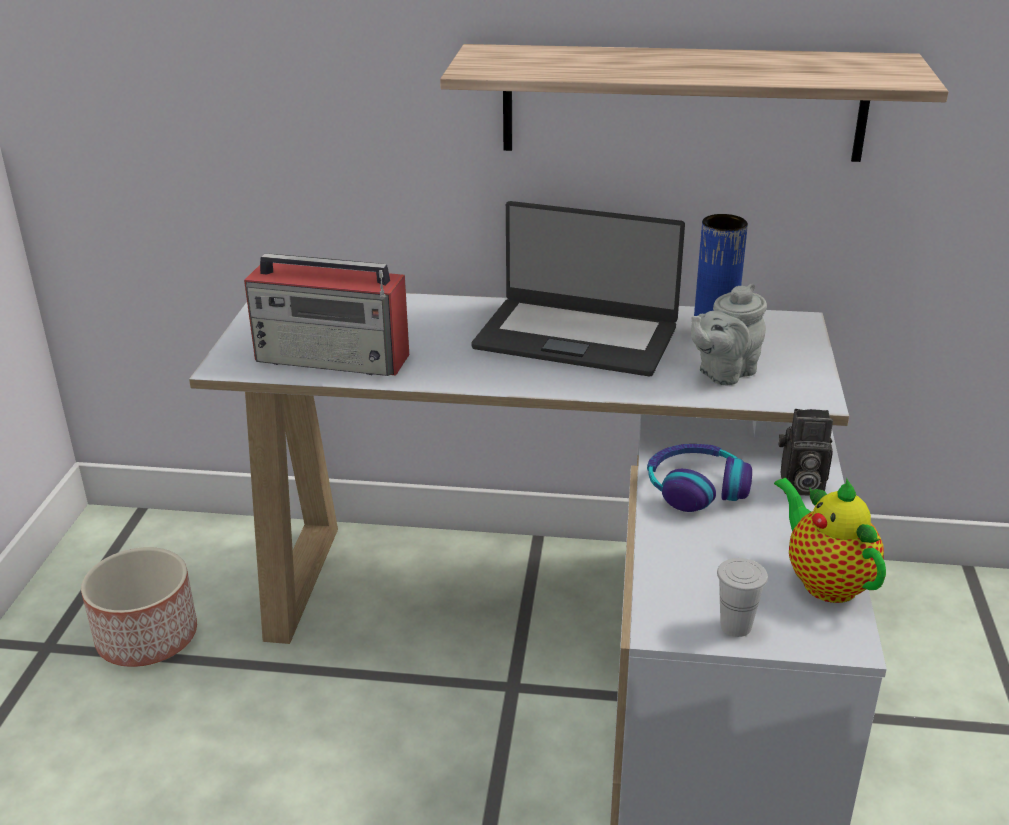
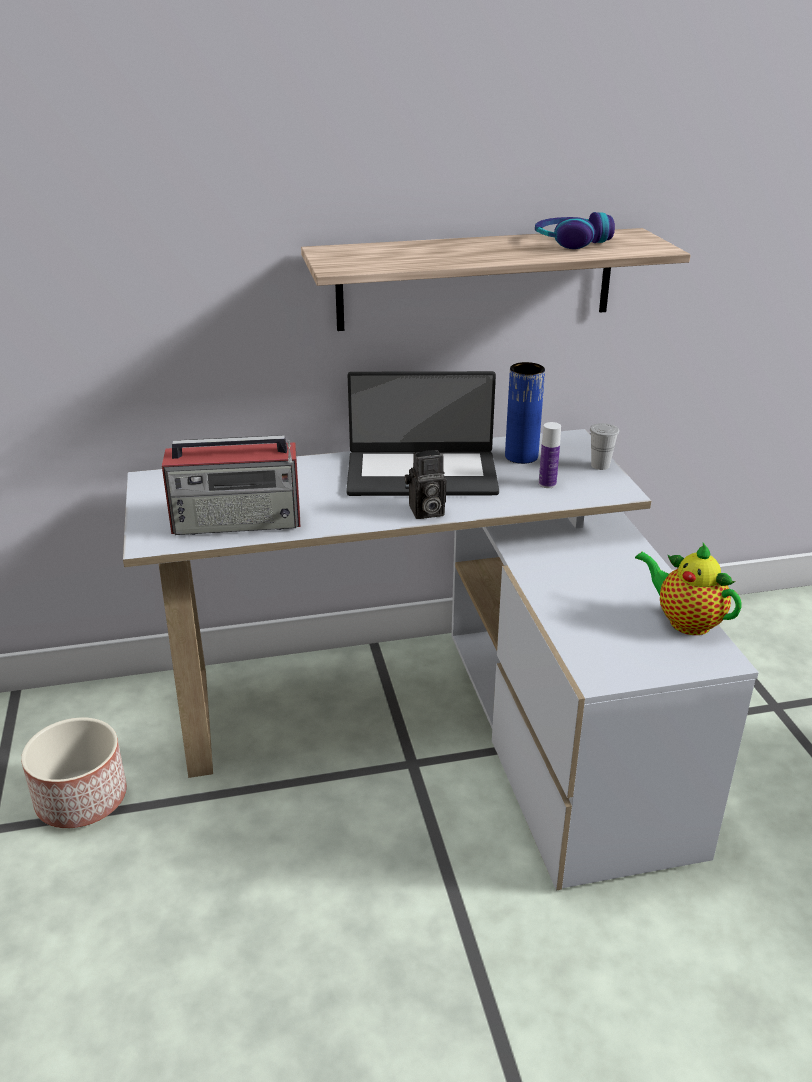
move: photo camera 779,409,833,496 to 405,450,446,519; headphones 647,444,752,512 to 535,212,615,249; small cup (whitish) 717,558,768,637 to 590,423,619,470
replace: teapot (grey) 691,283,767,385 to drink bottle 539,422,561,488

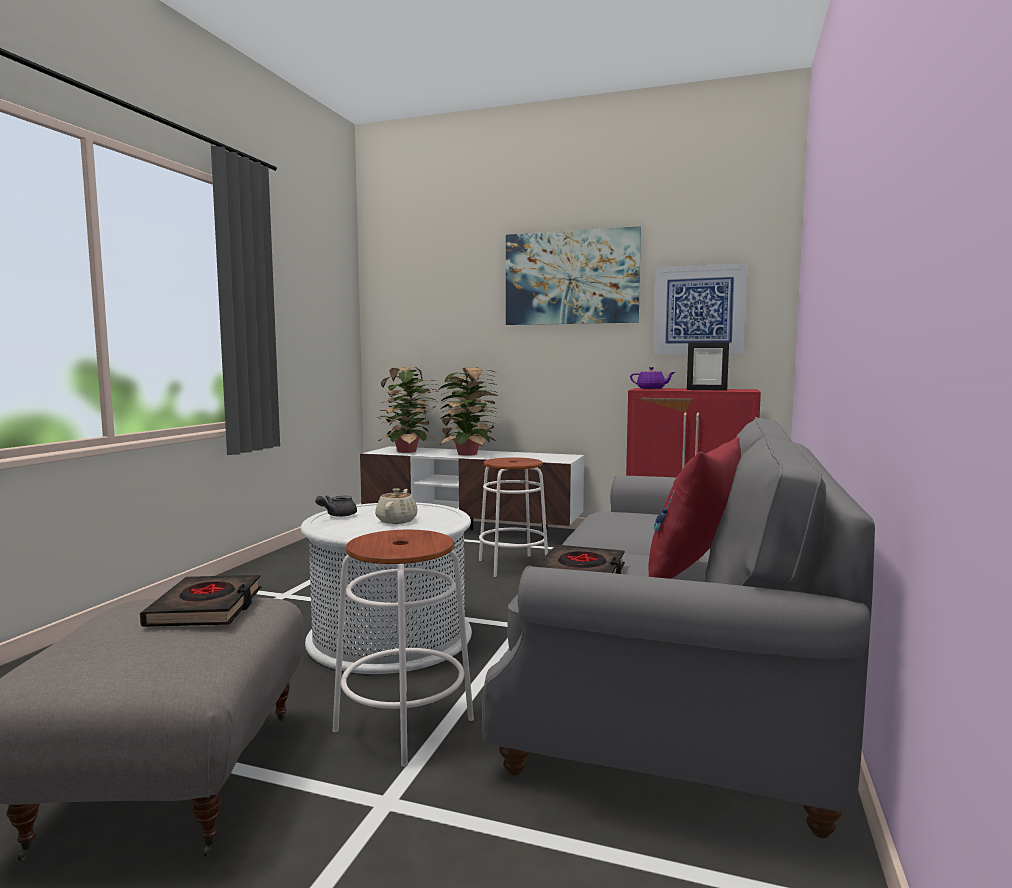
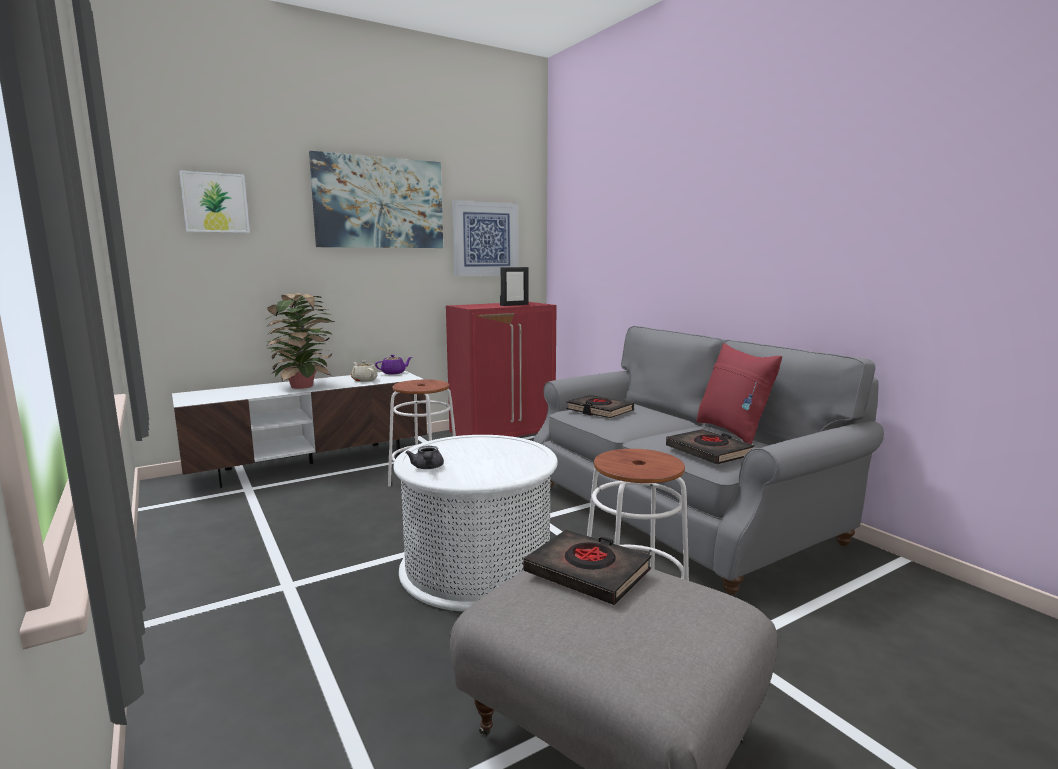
delete: plant in a pot 378,367,440,453
insert: wall picture 179,170,250,233; book (black-coloured) 567,395,634,418
move: teapot (purplish) 630,367,675,389 to 375,355,412,375; teapot (beige-coloured) 375,488,418,524 to 351,361,378,382

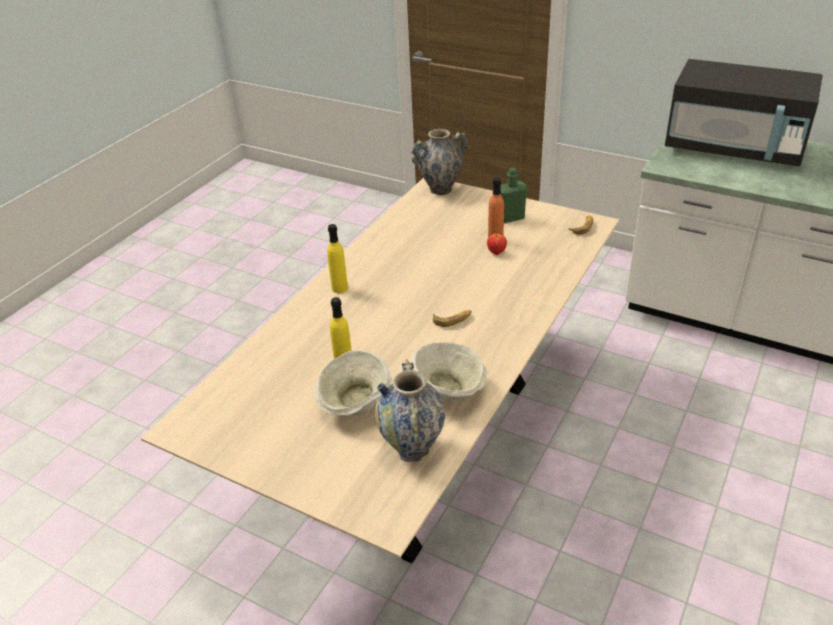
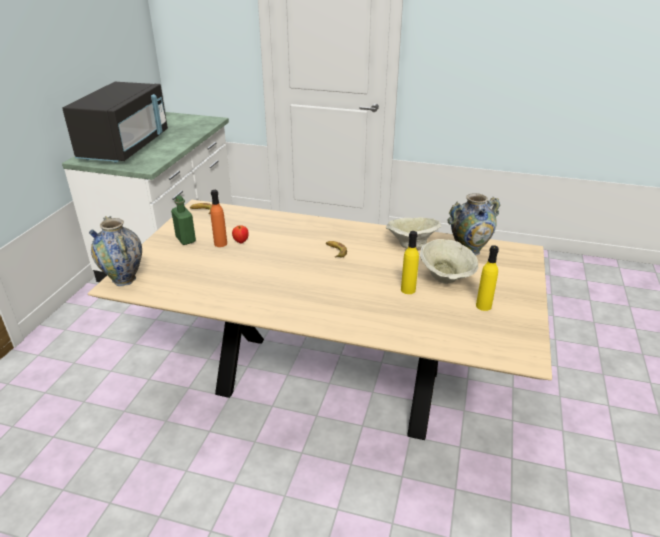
move: drink bottle (yellow) 327,224,348,293 to 476,245,499,311

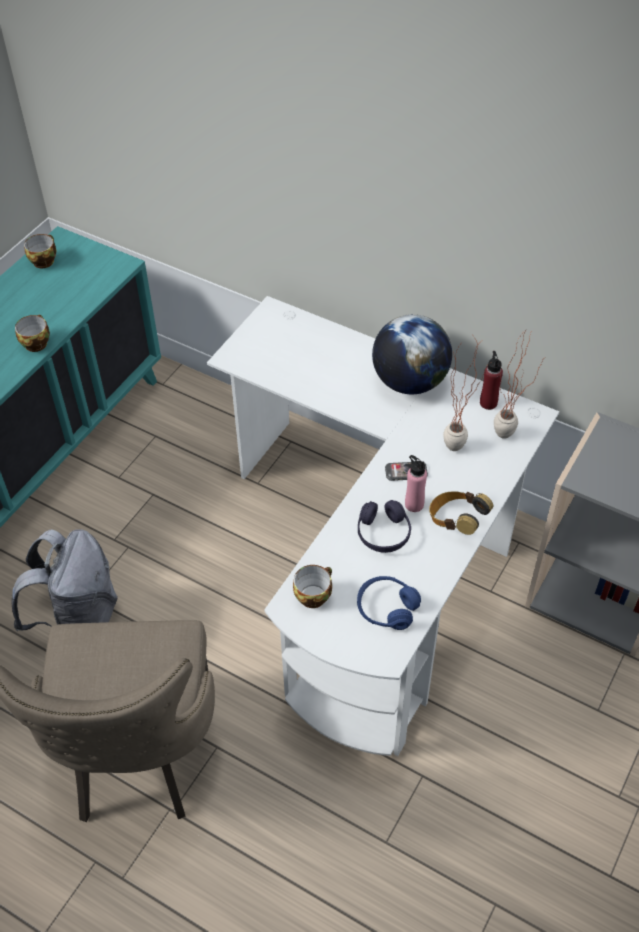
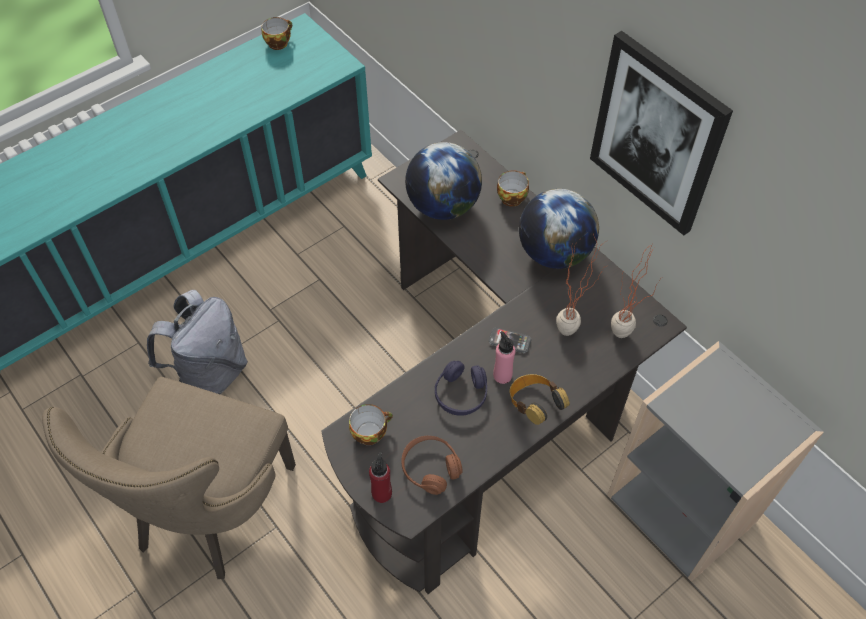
insert: wall picture 590,31,733,235; globe 405,142,482,220
move: small cup 15,315,50,352 to 497,171,529,207; drink bottle (reddish) 480,351,503,410 to 369,452,392,503
recolor: desk table (whitish) 207,296,559,756 to desk table (black-coloured) 321,130,687,594; headphones (blue) 357,576,421,630 to headphones (brownish) 401,436,463,495

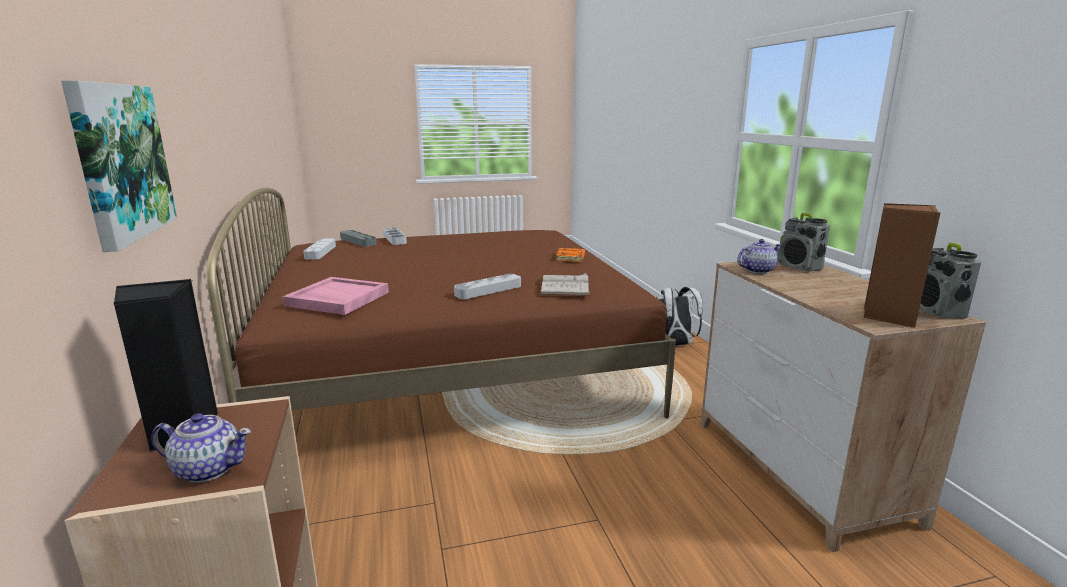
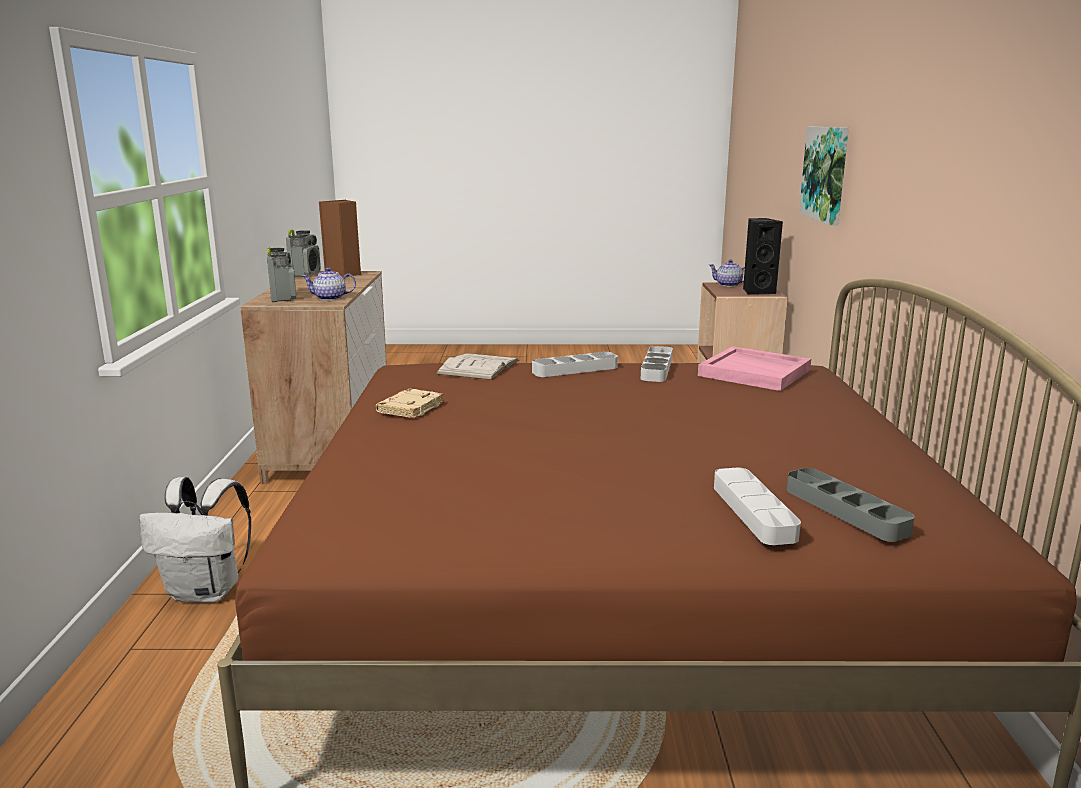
move: serving tray (grey) 303,239,336,259 to 641,346,673,382
recolor: book (orange) 556,248,585,262 to book (beige-coloured) 376,388,444,418

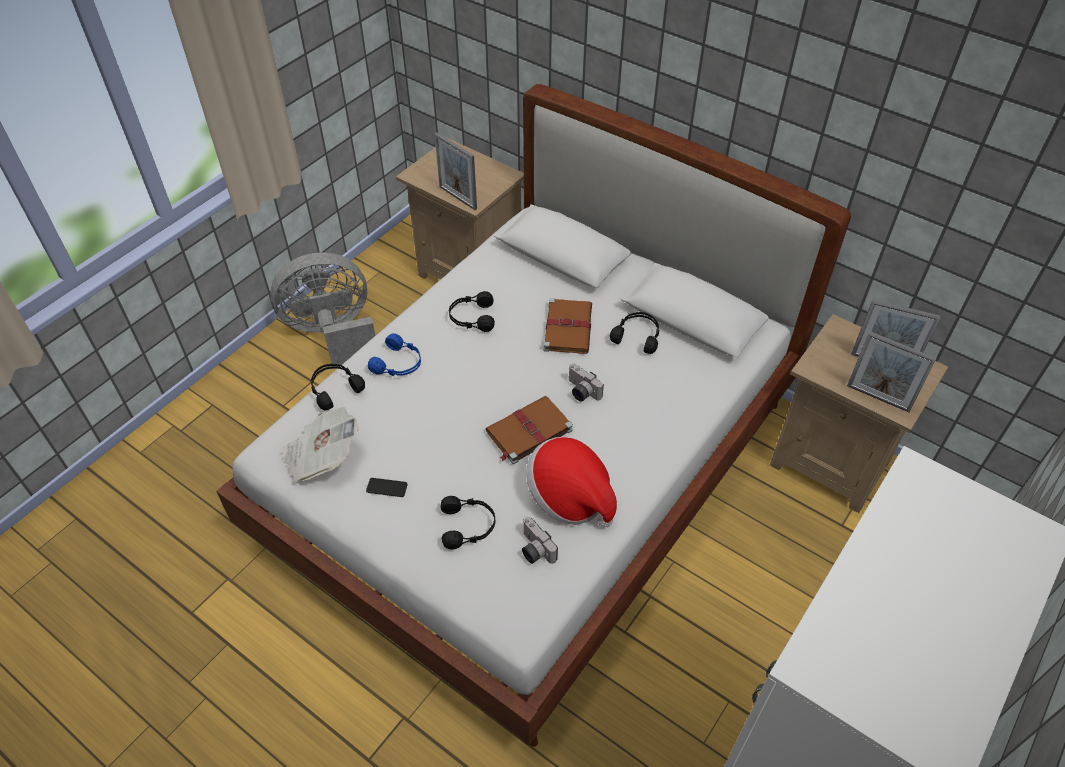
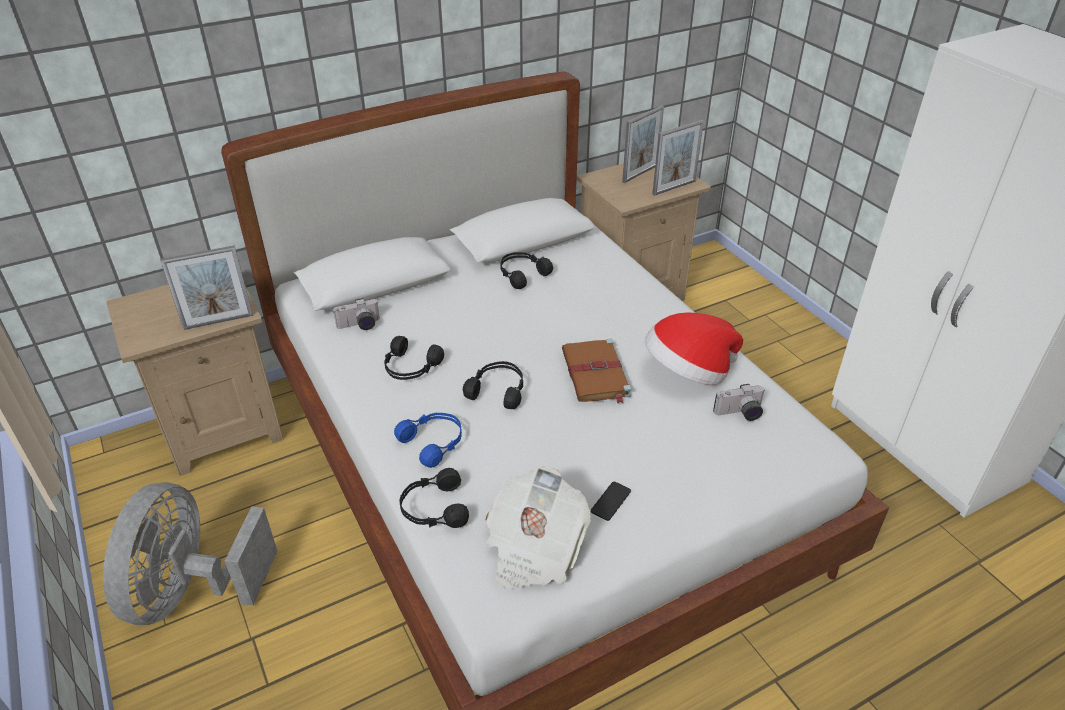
delete: book (brownish) 543,298,592,354
move: photo camera 568,363,604,402 to 333,298,380,330; headphones (black-coloured) 440,496,495,550 to 463,361,523,409

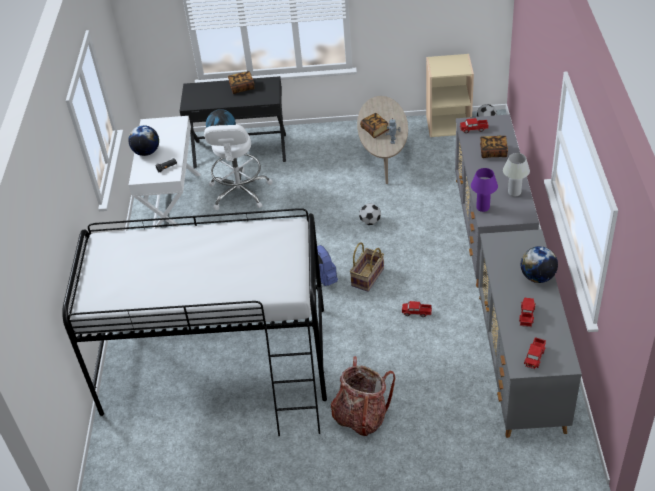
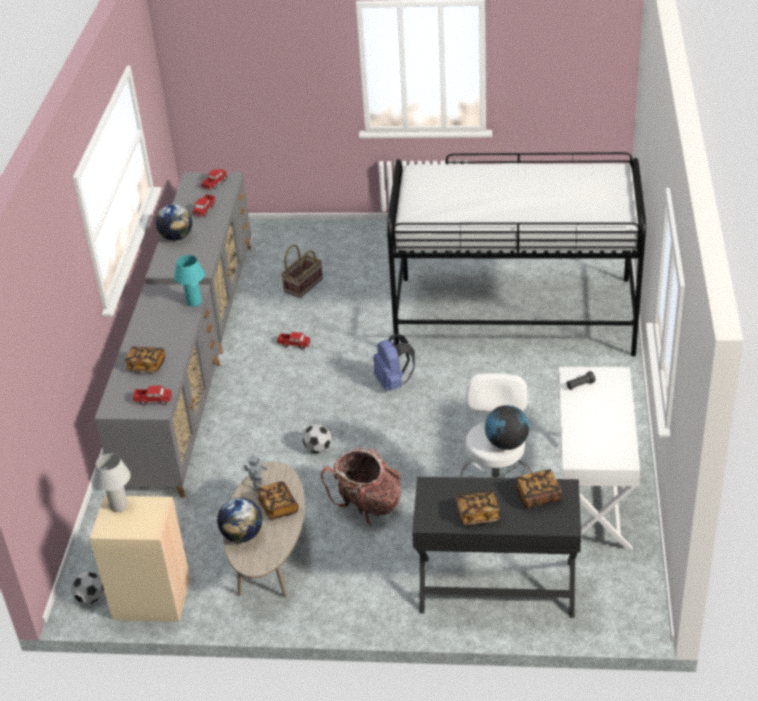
insert: book 515,469,562,509
move: globe 128,125,159,156 to 217,498,262,543; tabletop lamp (whitish) 503,153,530,197 to 93,454,131,512; storage basket 350,242,384,292 to 281,244,323,298; backpack 331,356,395,436 to 321,447,401,526
recolor: tabletop lamp (purplish) 471,168,498,212 to tabletop lamp (turquoise) 174,255,205,307

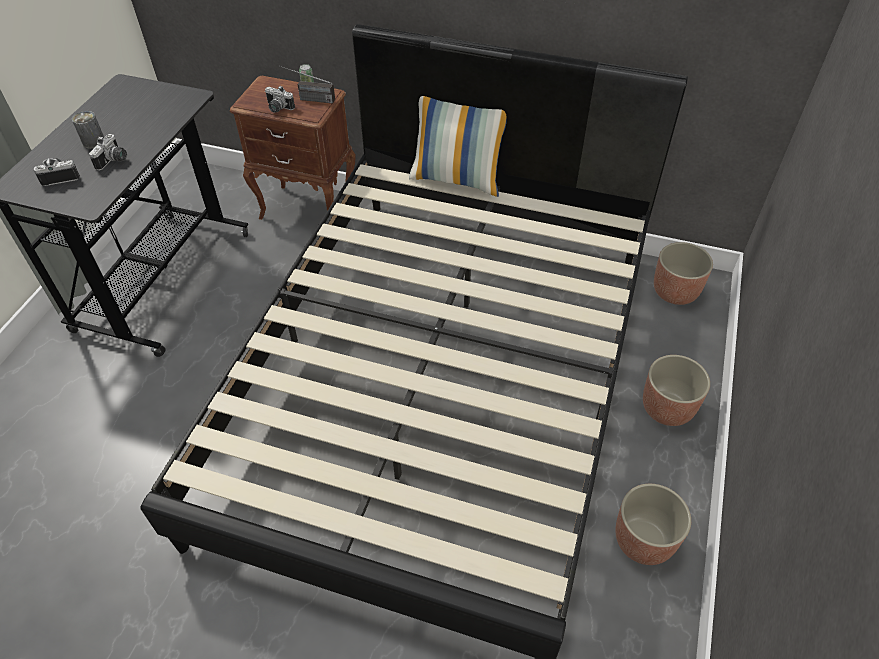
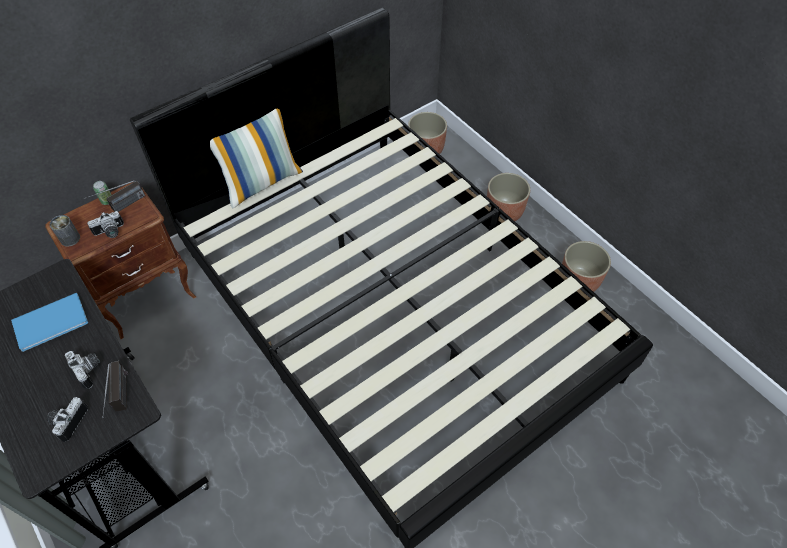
insert: book (blue) 11,293,88,352; radio receiver 102,361,128,418
move: can 72,111,104,149 to 50,215,80,246

